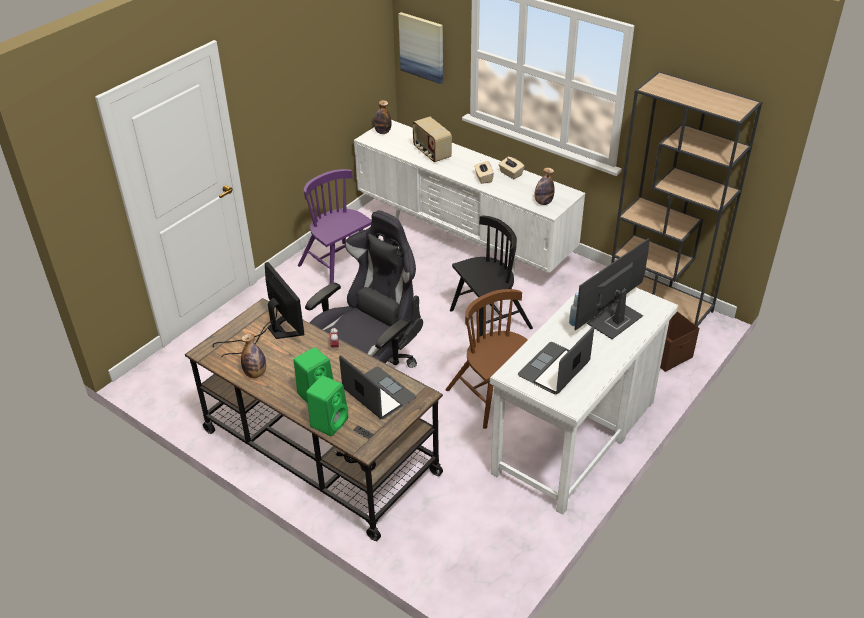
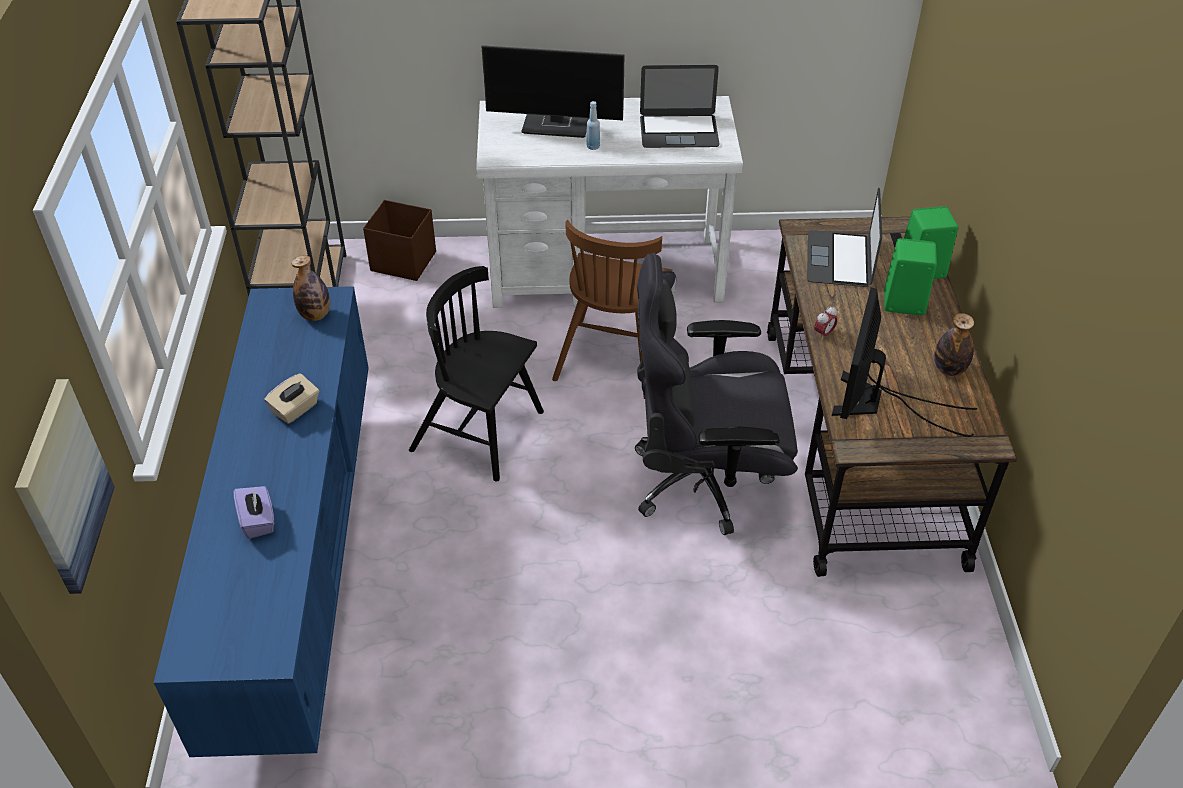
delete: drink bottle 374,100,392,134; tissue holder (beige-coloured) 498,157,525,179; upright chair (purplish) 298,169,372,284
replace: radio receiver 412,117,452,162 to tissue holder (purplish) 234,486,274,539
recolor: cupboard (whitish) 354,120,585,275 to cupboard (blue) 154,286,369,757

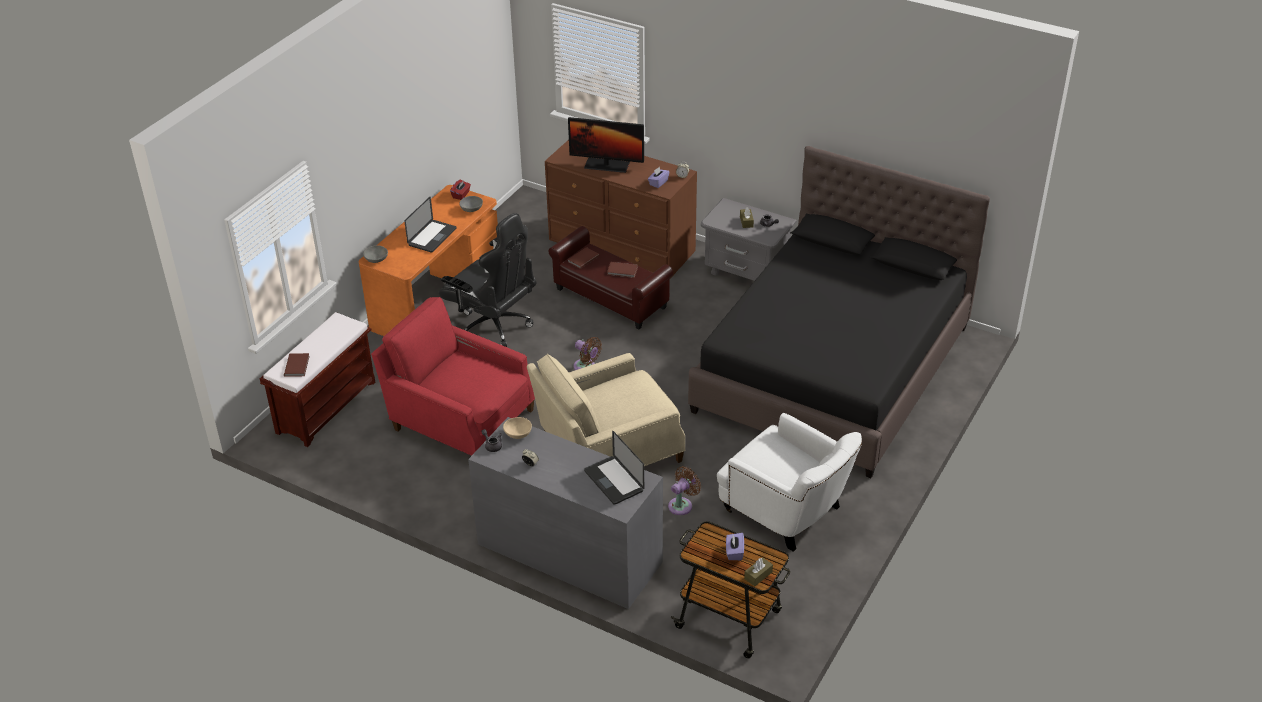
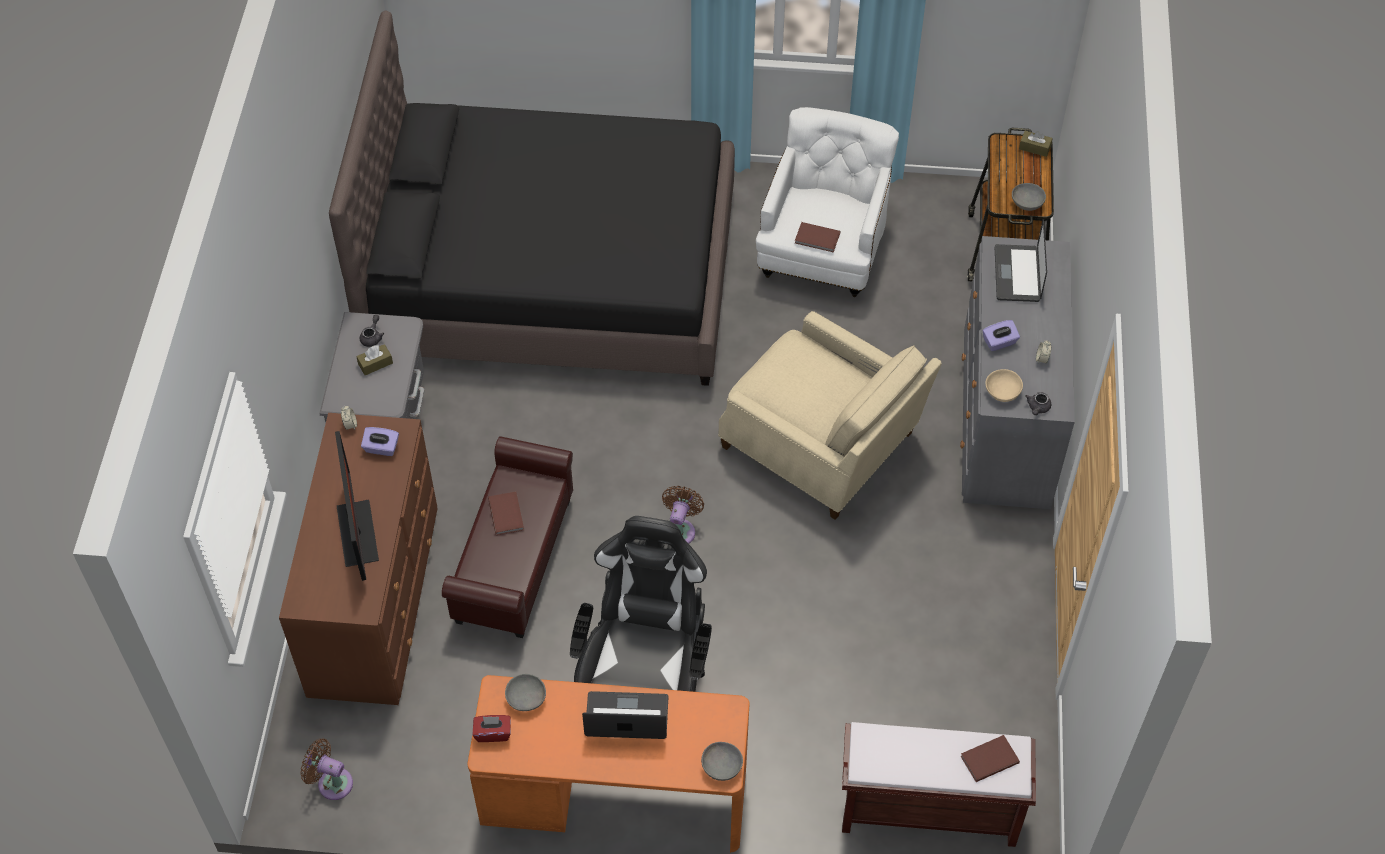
delete: lounge chair (reddish) 371,297,535,456
insert: serving bowl (grey) 1012,183,1046,211
move: book (brownish) 568,247,600,269 to 795,222,840,253; cooling fan (brownish) 668,466,701,515 to 300,739,353,800; tissue holder (purplish) 726,533,744,560 to 983,320,1020,351
rotate: portable computer 584,431,644,505 = 995,219,1047,302 150 degrees clockwise

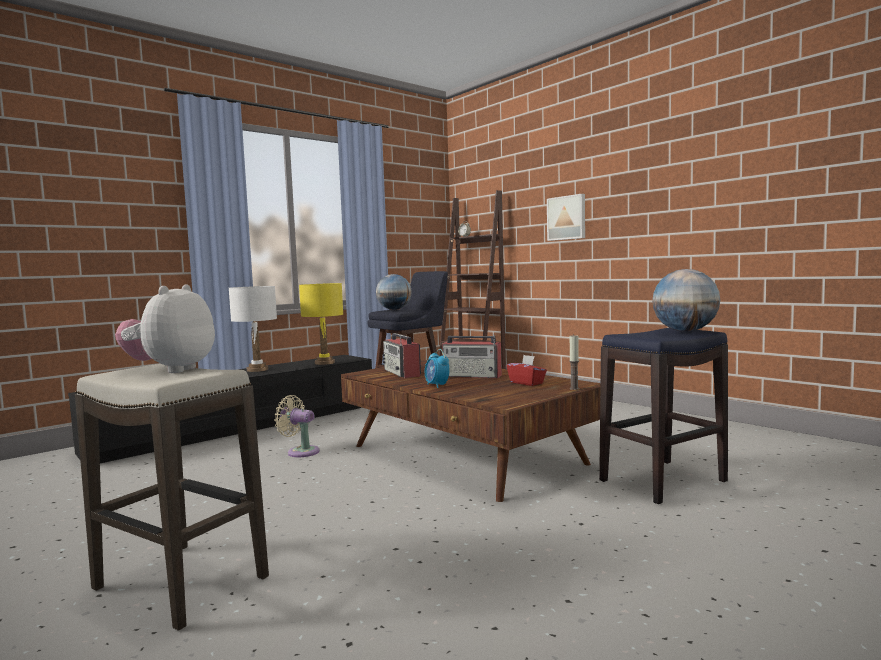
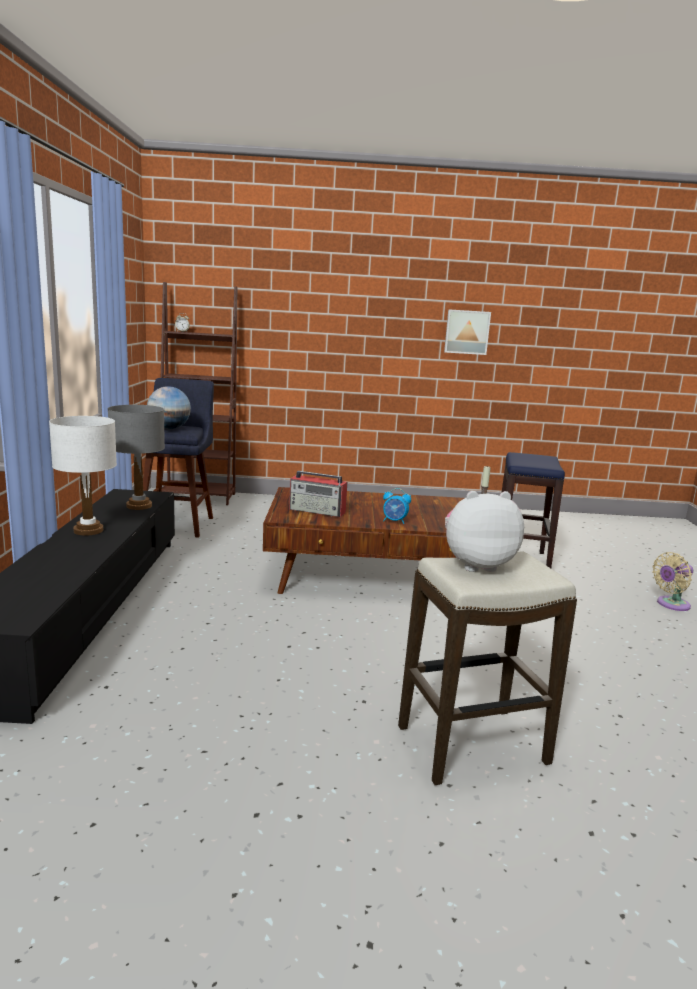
delete: globe 652,269,720,332; radio receiver 442,335,502,378; tissue holder (reddish) 507,355,547,386
move: wall picture 547,194,585,241 to 444,309,491,355; cooling fan (beige-coloured) 274,395,320,457 to 652,552,693,611
recolor: tabletop lamp (yellow) 299,283,343,365 to tabletop lamp (grey) 108,405,165,510
rotate: plush toy 115,285,215,373 = 445,491,524,572 120 degrees clockwise

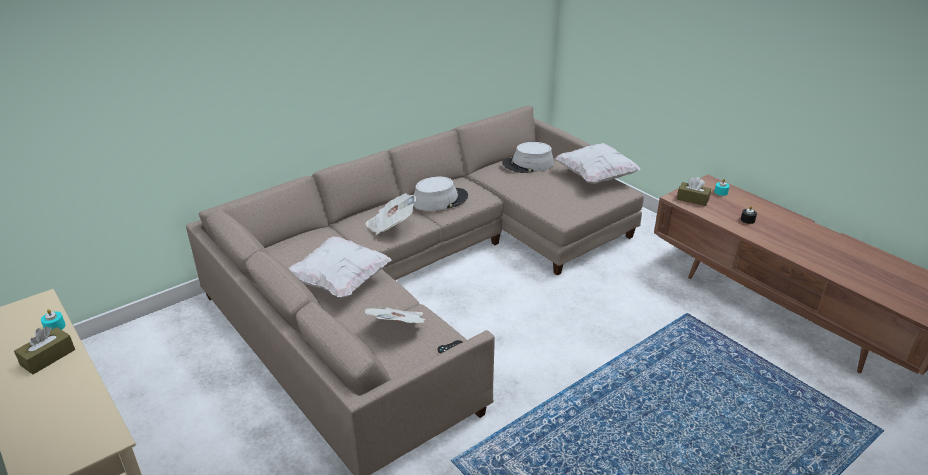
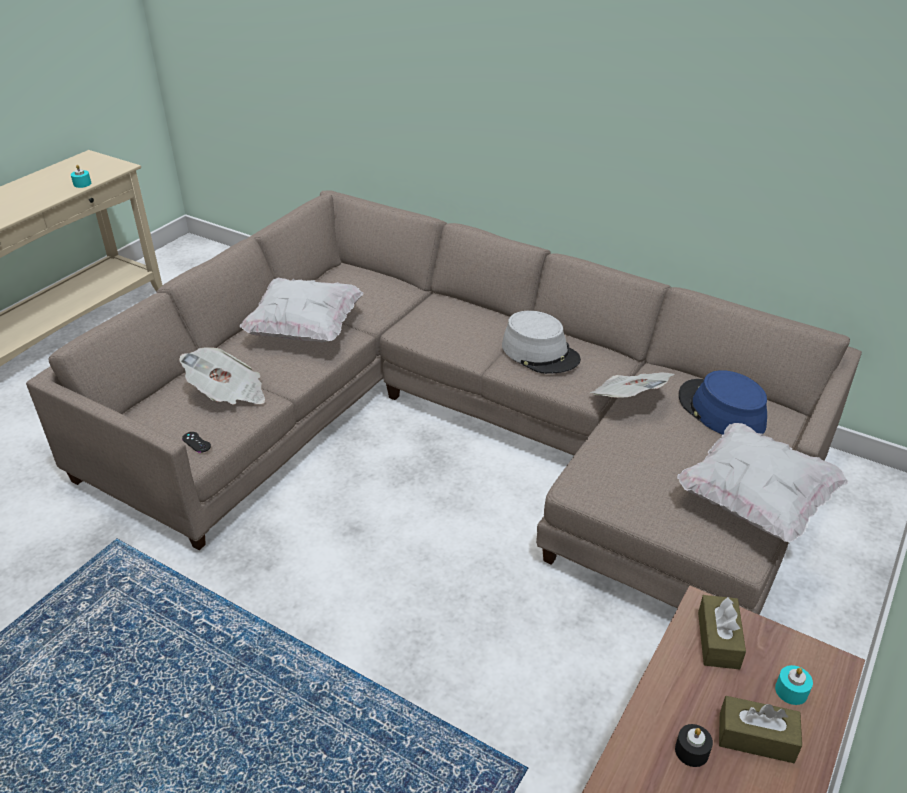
move: printed paper 365,193,417,234 to 590,372,674,398; tissue holder (brownish) 14,326,75,374 to 719,696,802,763
recolor: wearable hat (grey) 502,142,554,173 to wearable hat (blue) 679,370,767,435

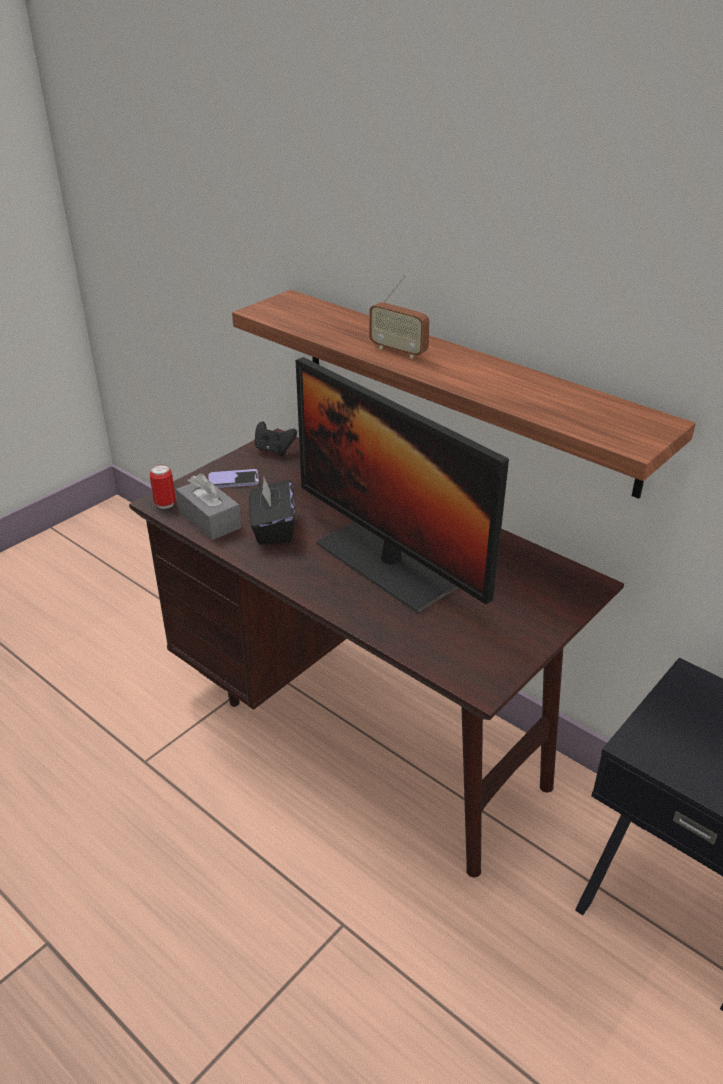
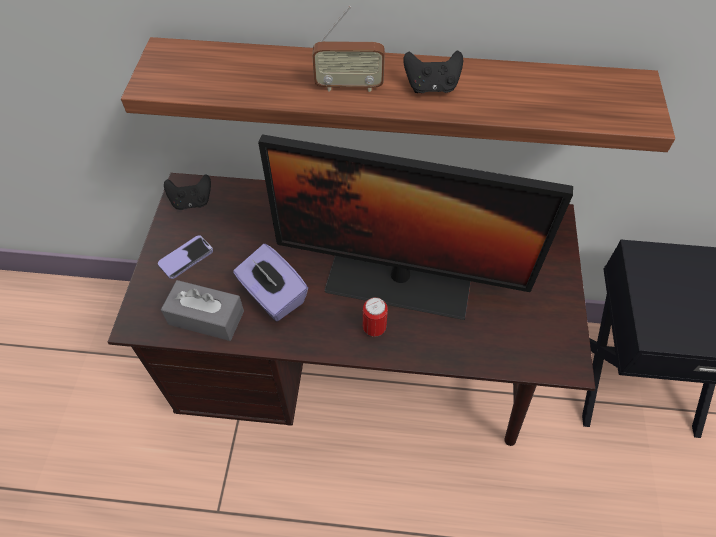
insert: joypad (black-coloured) 403,50,463,93
move: can 149,465,176,509 to 363,297,388,337
recolor: tissue holder (black-coloured) 249,478,295,544 to tissue holder (purplish) 233,244,308,321

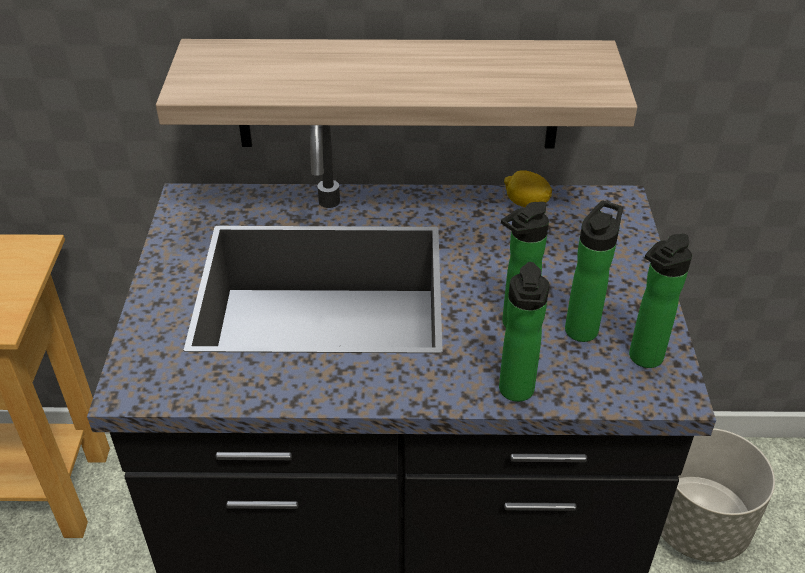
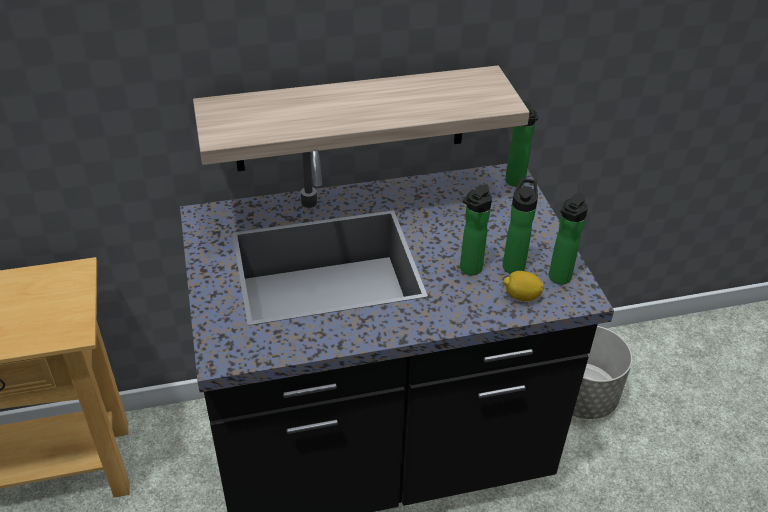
move: lemon 504,170,552,207 to 504,271,544,301; drink bottle 499,262,550,402 to 505,101,538,187

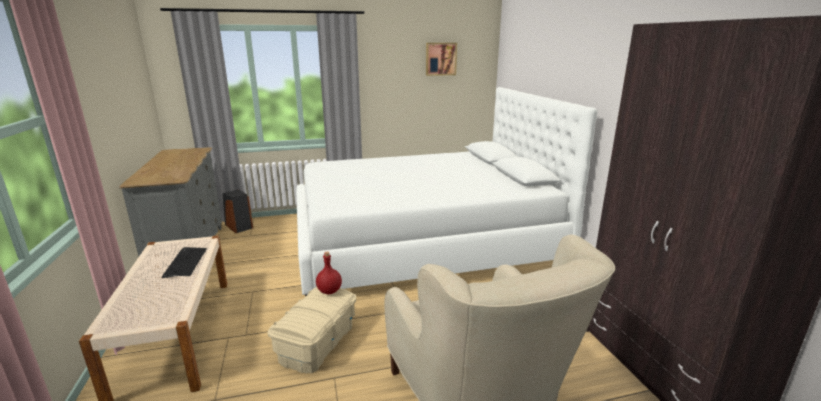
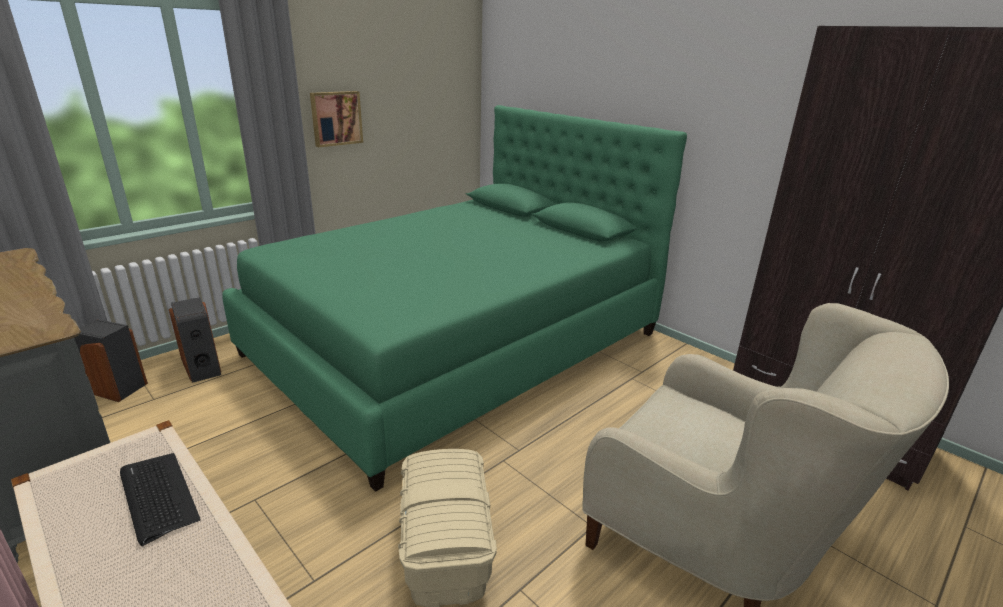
delete: drink bottle (reddish) 316,252,342,294
insert: audio speaker 169,297,221,383
move: wall picture 426,43,457,76 to 310,91,363,147
recolor: bedroom bed (whitish) 296,87,597,297 to bedroom bed (green-coloured) 222,105,687,492

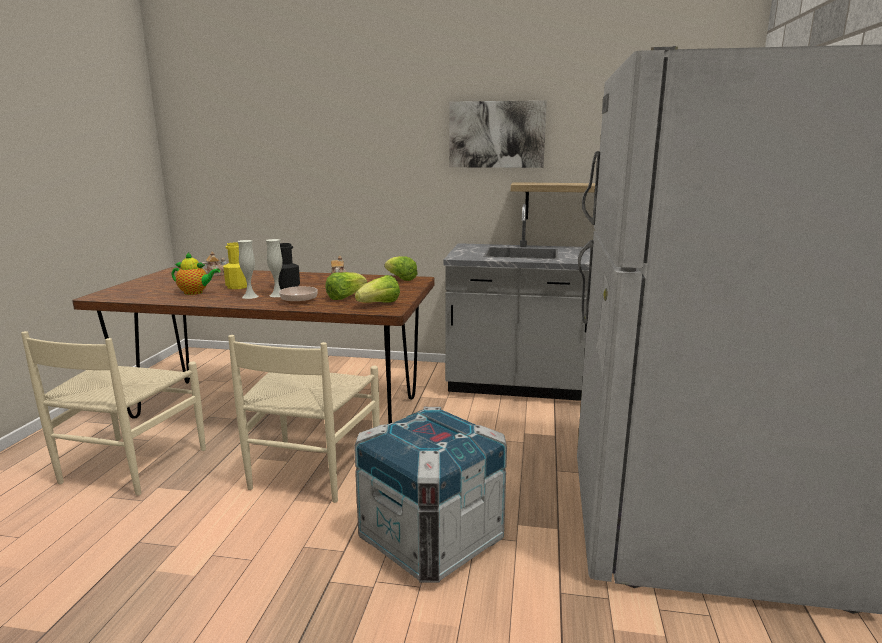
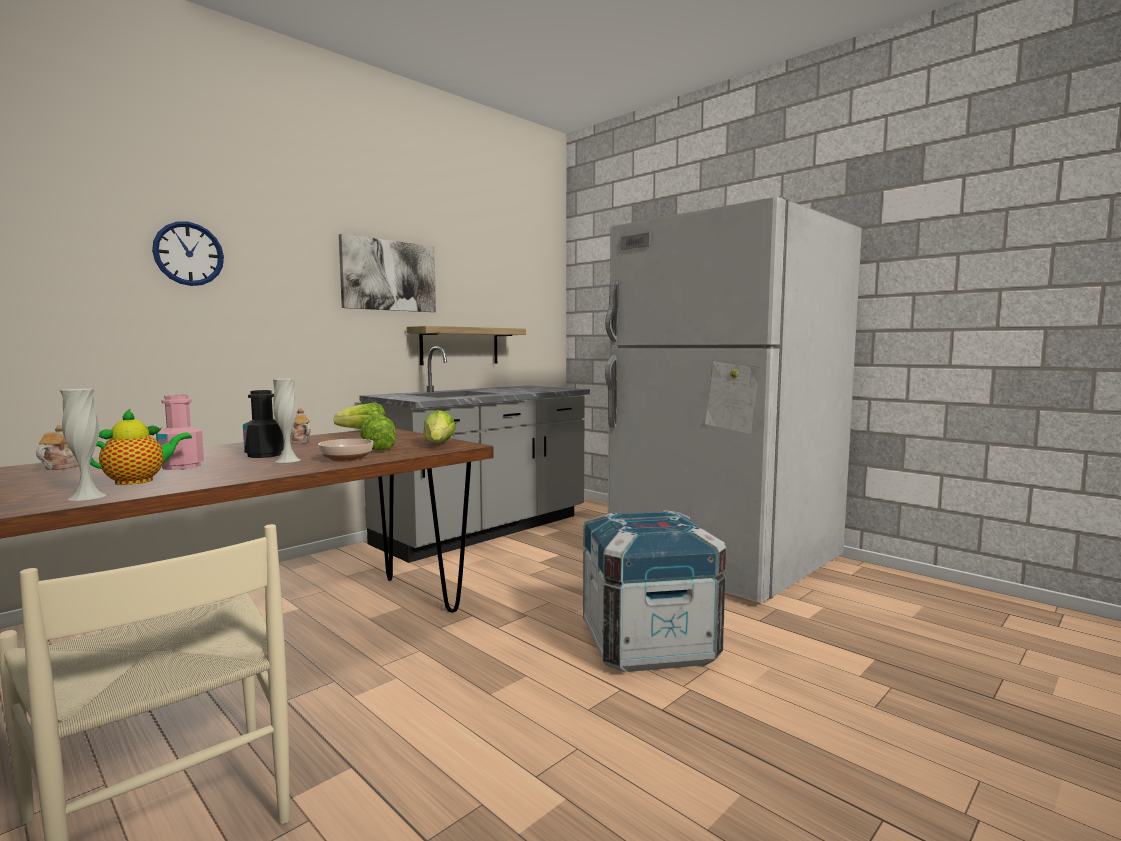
delete: upright chair (beige-coloured) 228,335,380,503
insert: hanging clock 152,221,224,286
move: flower vase (whitish) 237,240,259,299 to 60,389,106,501
recolor: drink bottle (yellow) 223,242,247,289 to drink bottle (pinkish) 156,395,204,470

